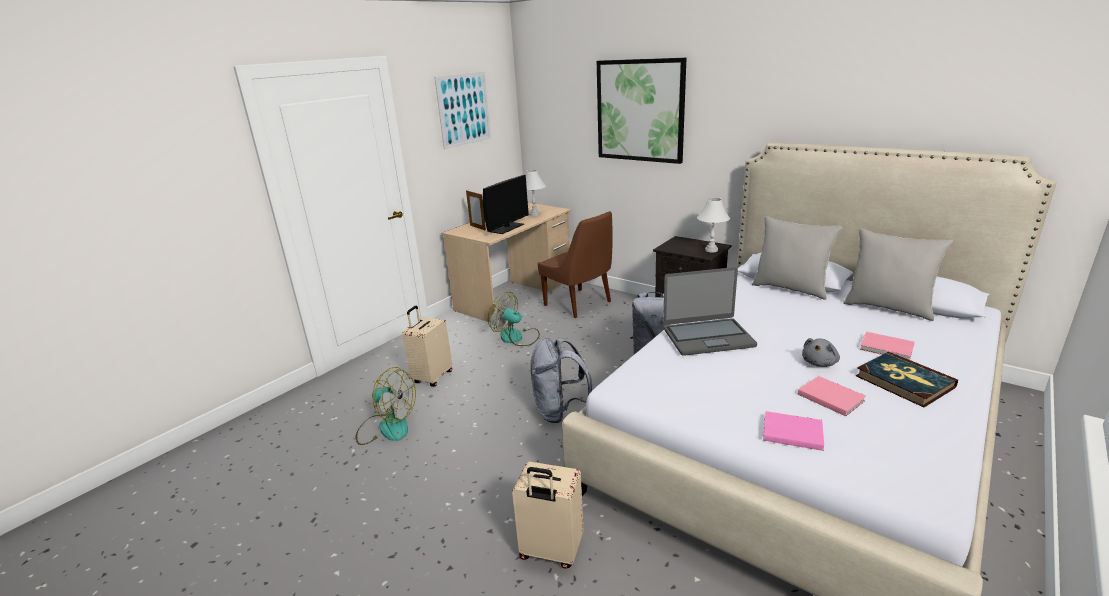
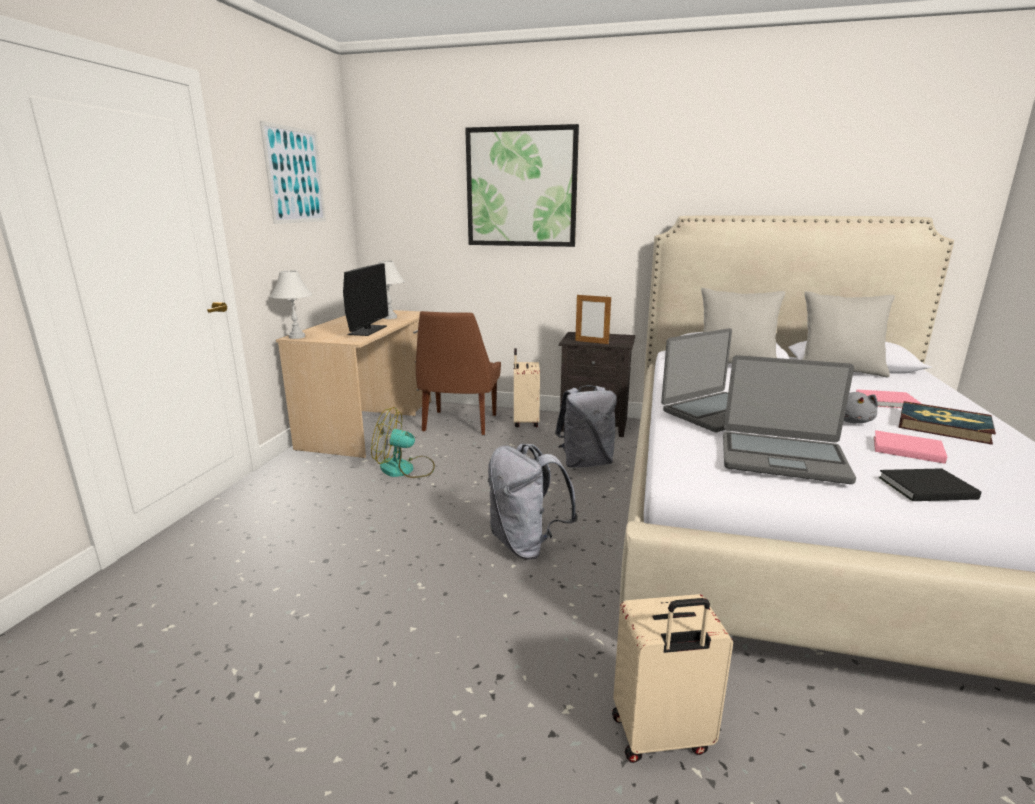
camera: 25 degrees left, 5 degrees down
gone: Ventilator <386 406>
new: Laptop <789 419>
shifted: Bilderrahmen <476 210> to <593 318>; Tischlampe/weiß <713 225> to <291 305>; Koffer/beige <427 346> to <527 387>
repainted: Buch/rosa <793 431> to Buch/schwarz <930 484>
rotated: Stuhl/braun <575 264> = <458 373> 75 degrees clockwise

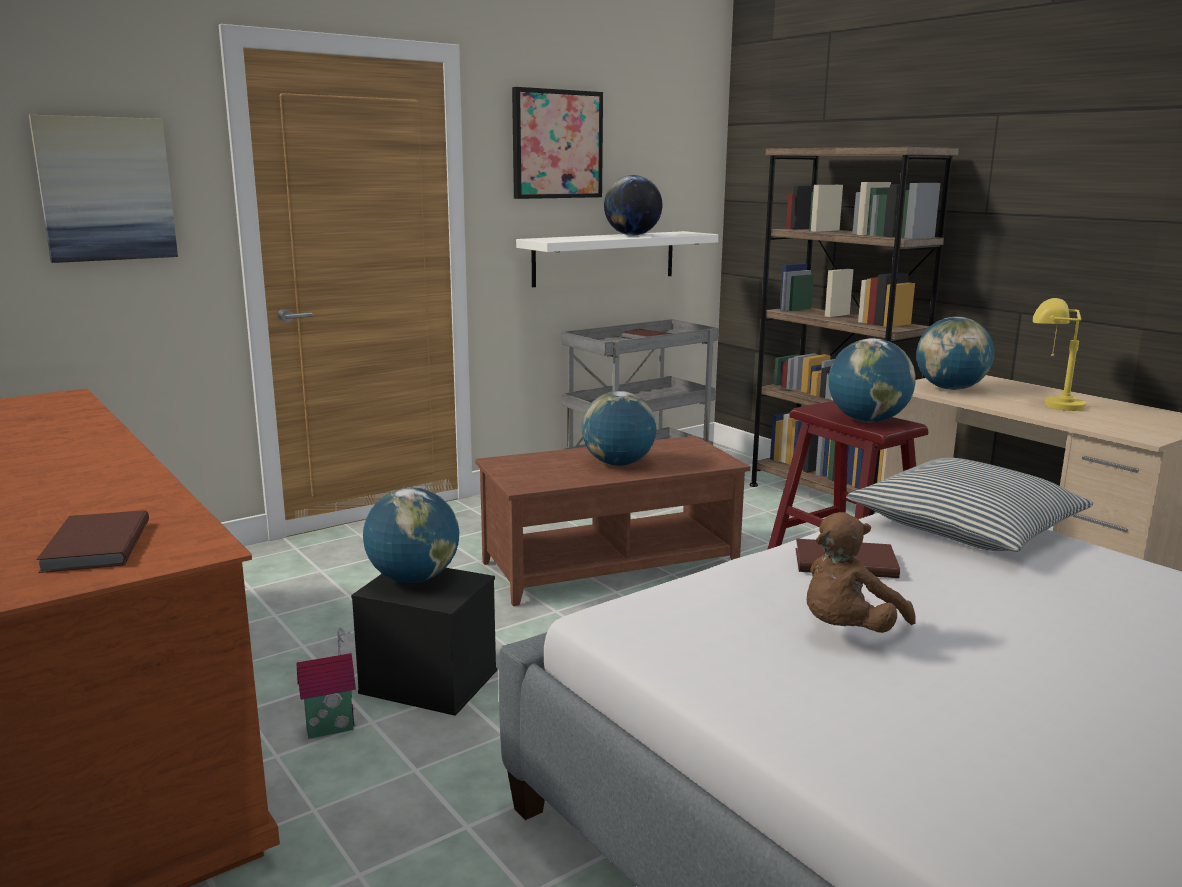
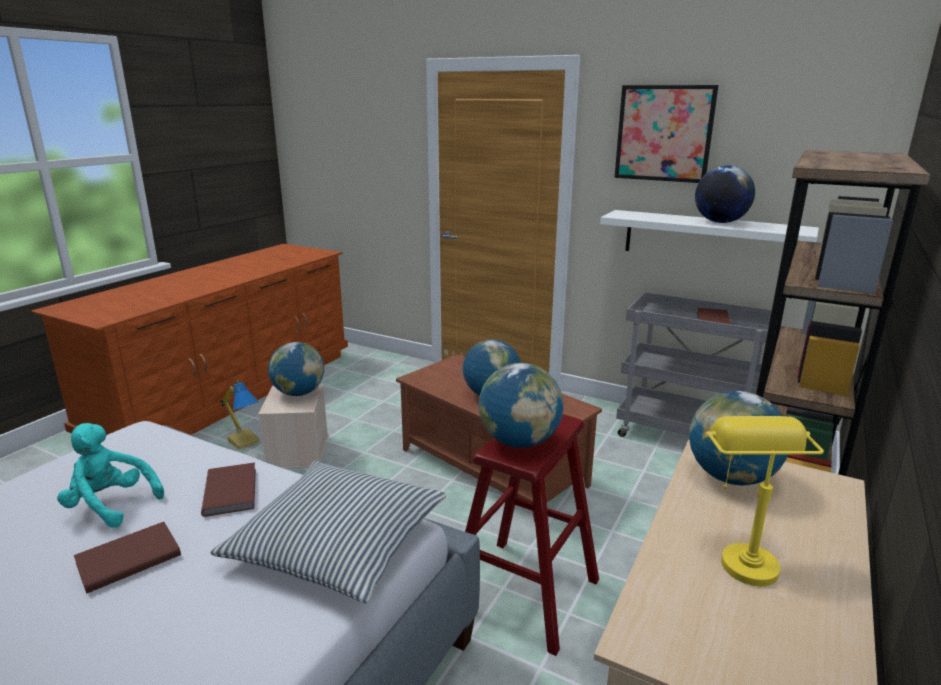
camera: 65 degrees right, 5 degrees up
gone: Bild <103 189>
shifted: Buch/braun <92 541> to <127 558>
swapped: Spielzeughaus <326 683> to Tischlampe <240 415>
repainted: Plüschtier/braun <861 572> to Plüschtier/türkis <110 475>; Aufbewahrungsbox/schwarz <424 642> to Aufbewahrungsbox/beige <293 426>

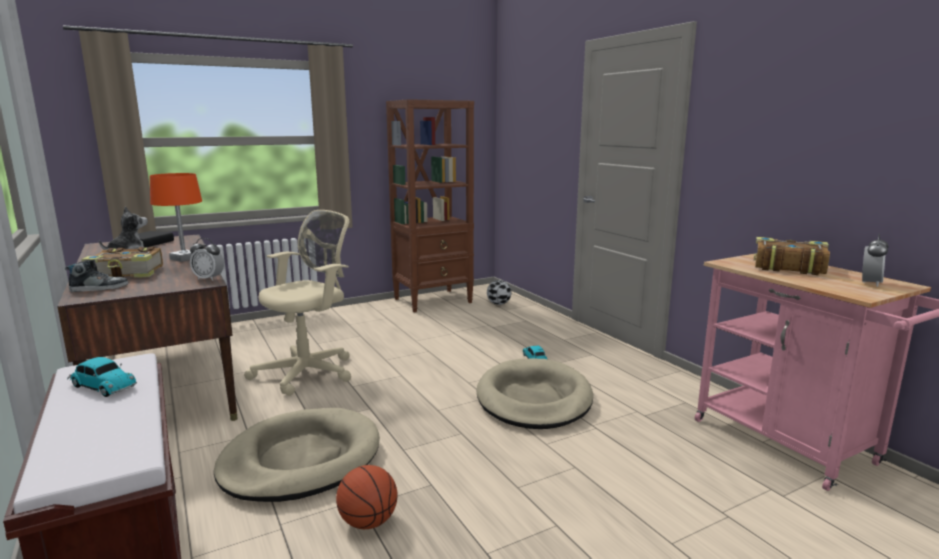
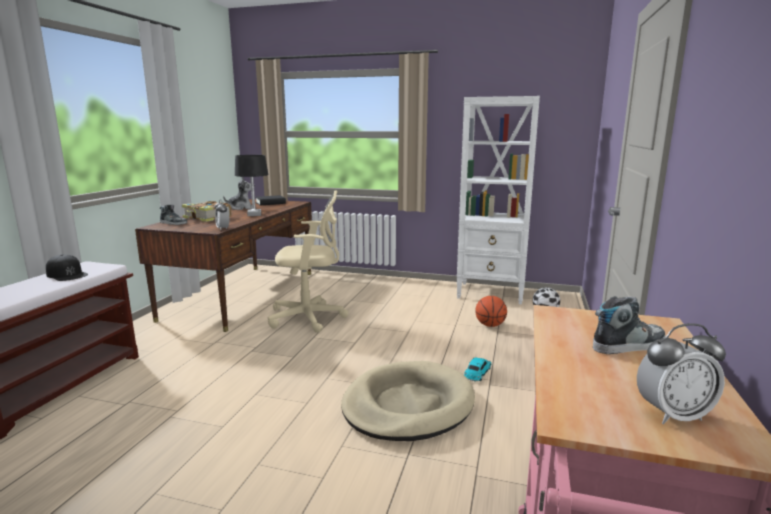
camera: 45 degrees right, 0 degrees up
gone: Hundebett/beige <297 455>
shifted: Basketball <367 497> to <491 311>
swapped: Buch <792 256> to Schuh <629 325>; Spielzeugauto <102 377> to Kappe/schwarz <67 268>
repainted: Bücherregal/braun <430 205> to Bücherregal/weiß <498 200>; Tischlampe/orange <176 217> to Tischlampe/schwarz <251 185>

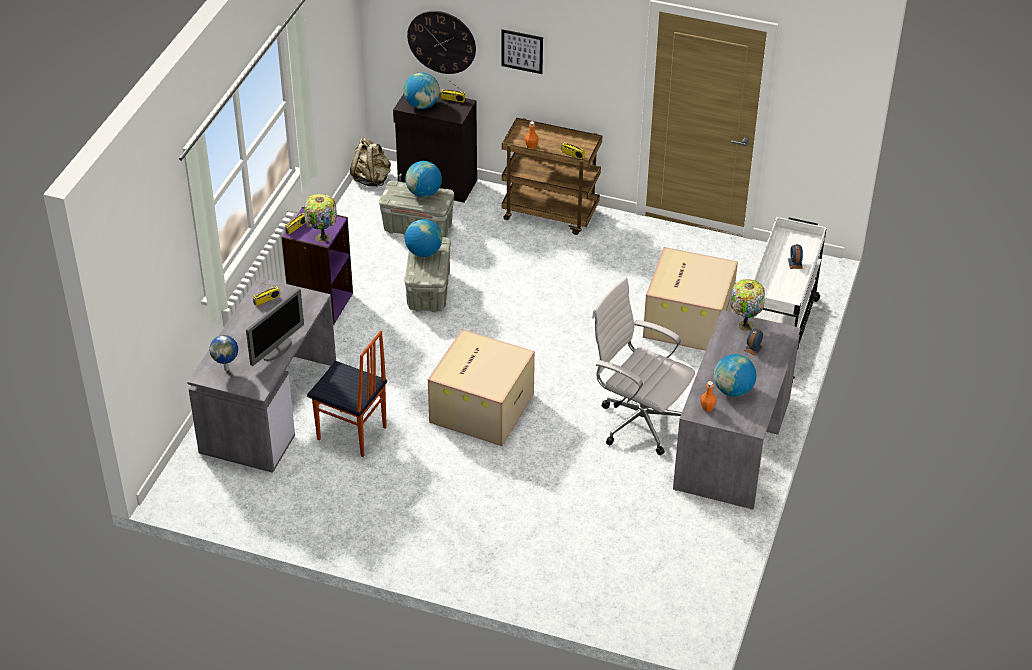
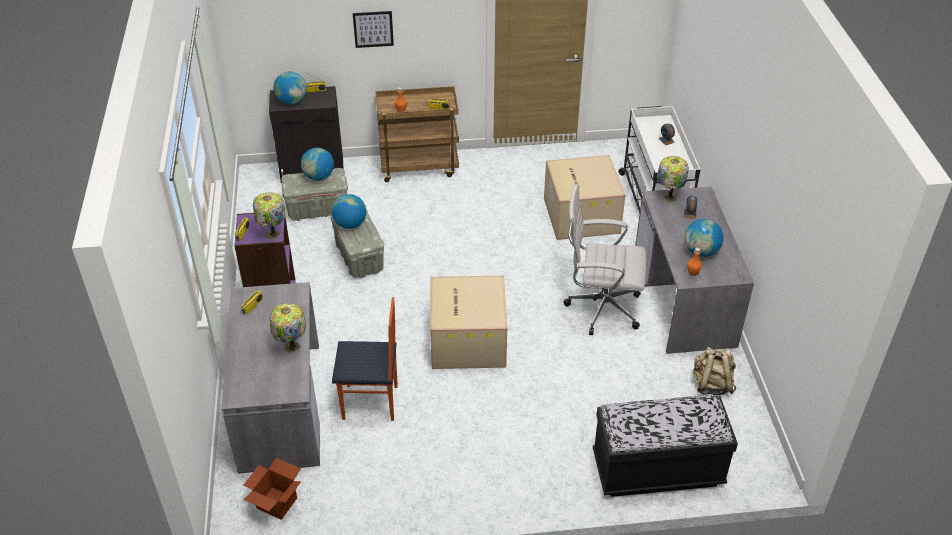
camera: 25 degrees left, 0 degrees up
gone: Wanduhr <441 42>; Globus <223 353>
new: Bank/schwarz <665 446>; Karton <272 489>
shifted: Rucksack/beige <370 162> to <714 370>
swapped: Monitor <275 327> to Tischlampe <288 328>

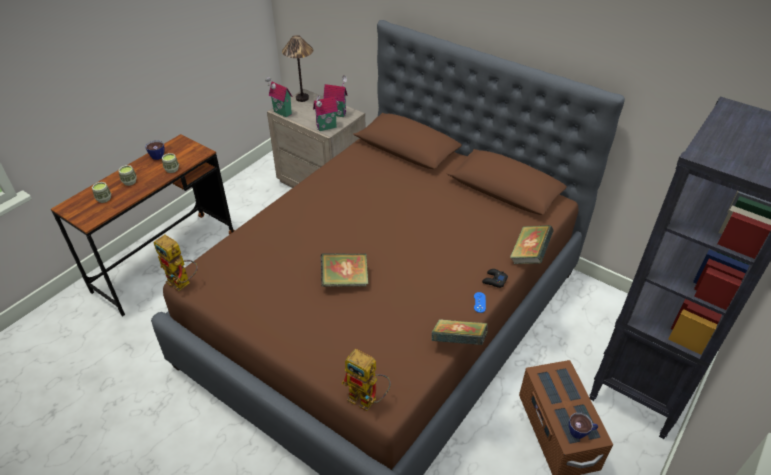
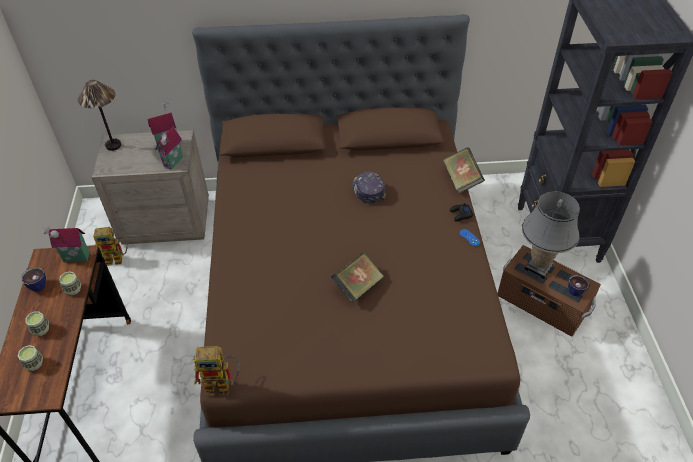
camera: 40 degrees left, 5 degrees up
gone: Buch <460 332>
new: Kappe <369 187>; Tischlampe/grau <551 235>
shifted: Spielzeughaus <279 97> to <66 244>; Spielzeugroboter <366 380> to <110 246>

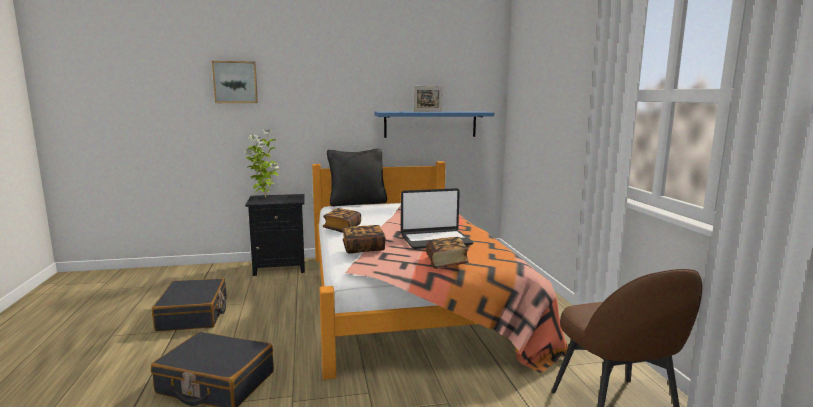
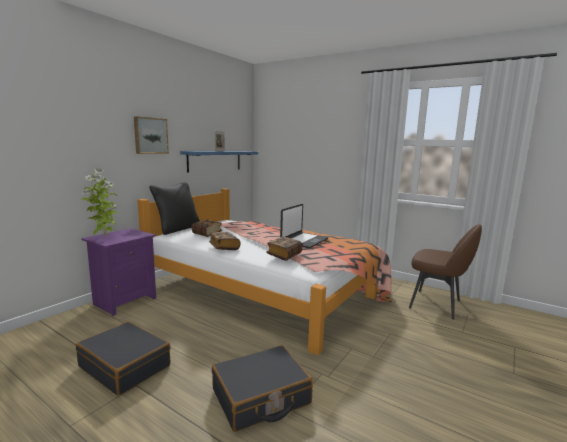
camera: 45 degrees left, 0 degrees up
shifted: Bild <235 82> to <151 135>; Buch <447 253> to <207 228>
repainted: Nachttisch/schwarz <275 235> to Nachttisch/lila <118 272>

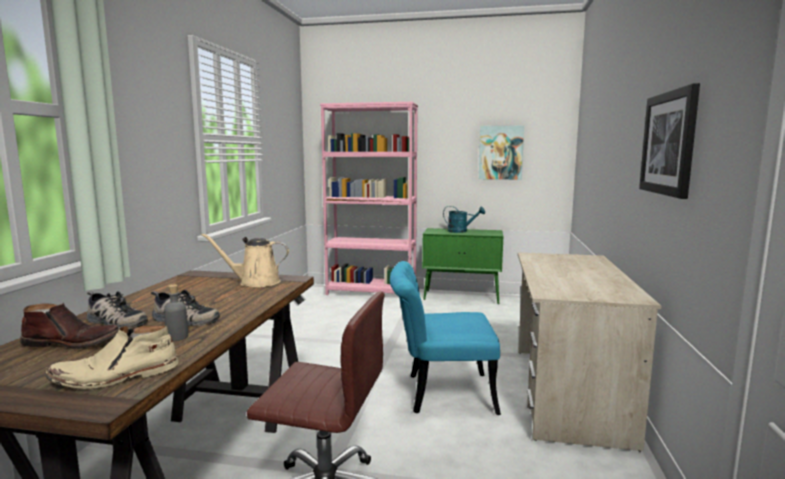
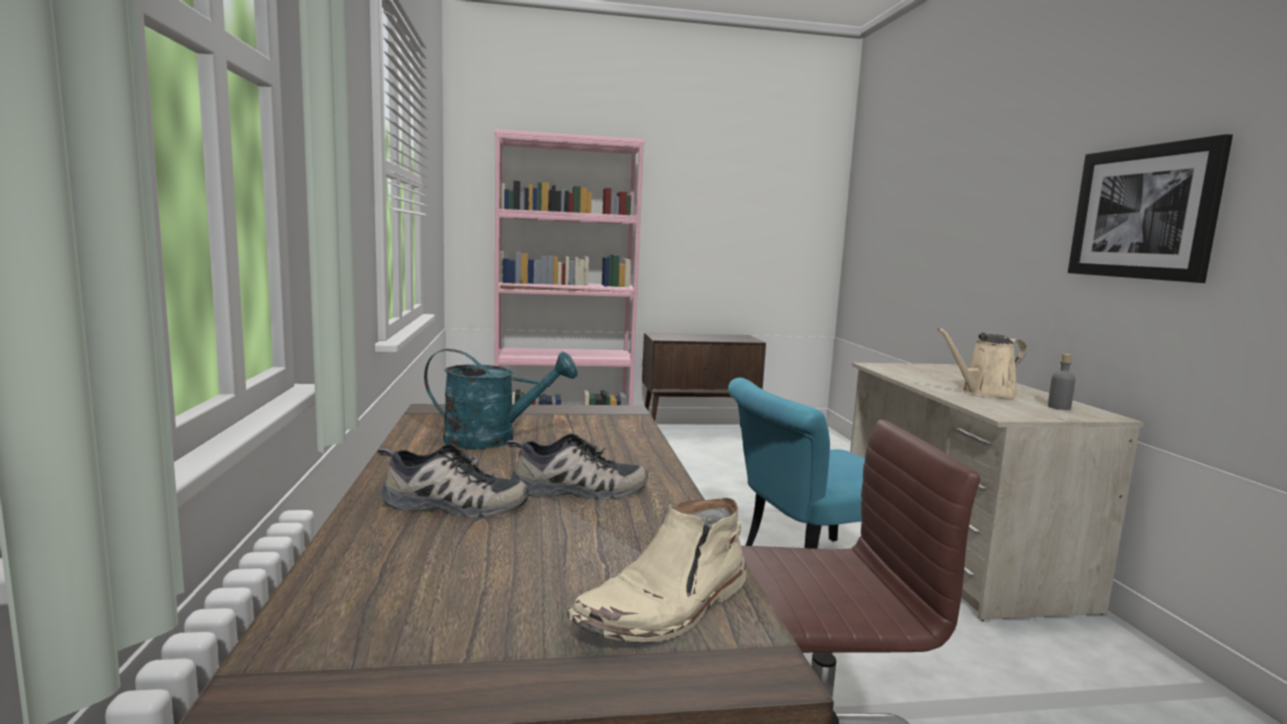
camera: 20 degrees left, 0 degrees up
gone: Bild <501 152>; Stiefel/braun <69 325>
shifted: Gießkanne/türkis <464 219> to <501 399>; Gießkanne/beige <245 260> to <982 363>; Flasche/grau <176 313> to <1061 382>
repainted: Schrank/grün <462 266> to Schrank/braun <704 379>

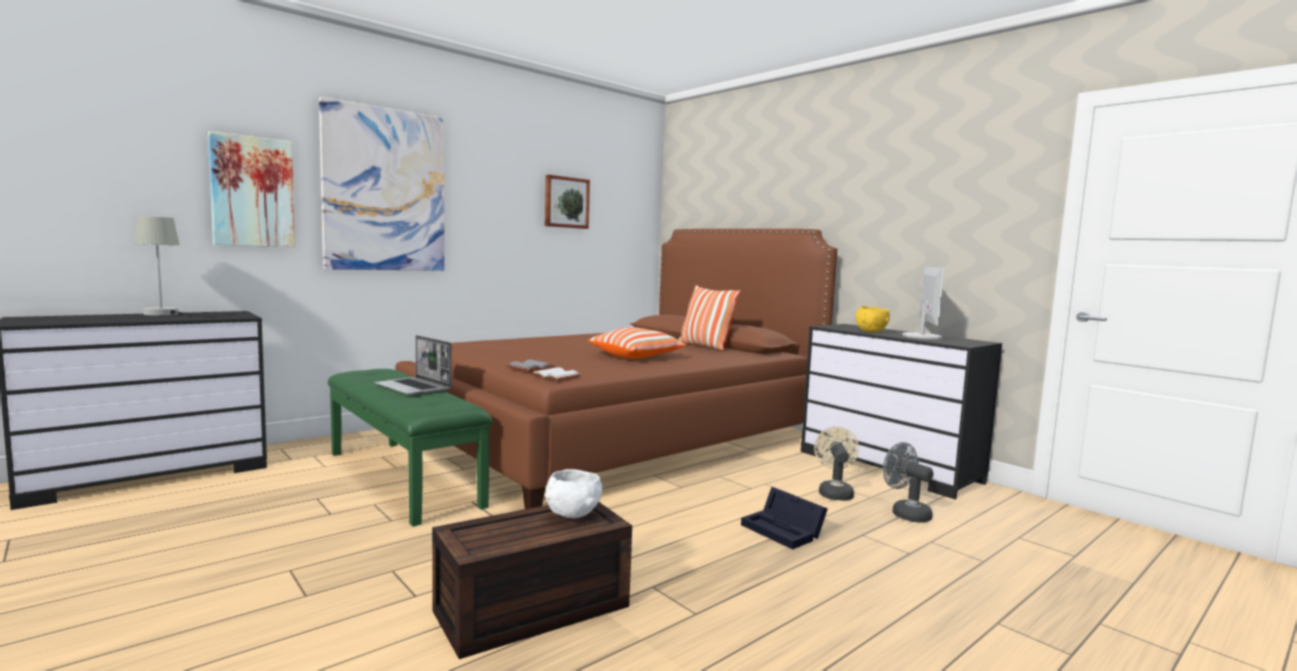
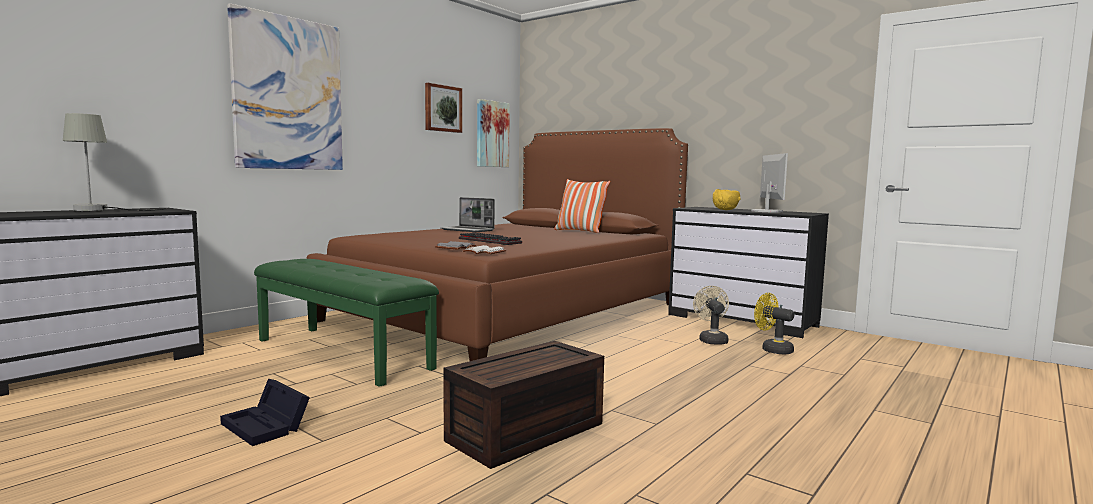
camera: 10 degrees left, 0 degrees up
gone: Kissen <637 343>; Schüssel/weiß <574 493>
new: Tastatur <490 238>
shifted: Bild <251 189> to <493 133>; Laptop <413 365> to <468 214>; Aufbewahrungsbox/schwarz <784 518> to <265 412>
repainted: Ventilator/grau <908 482> to Ventilator/gelb <774 324>

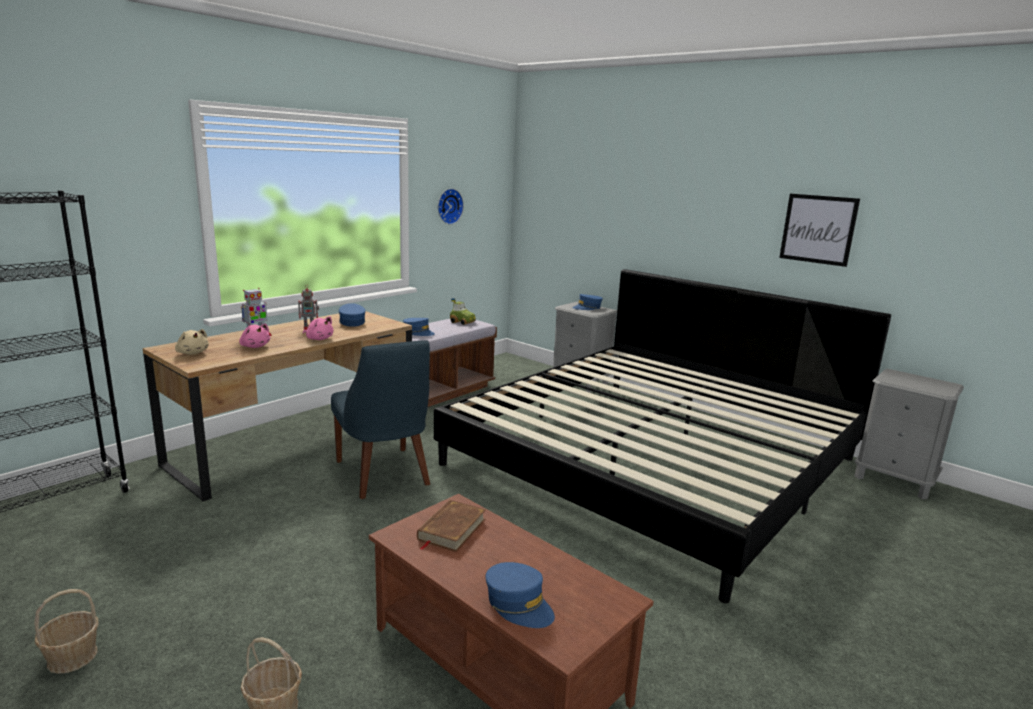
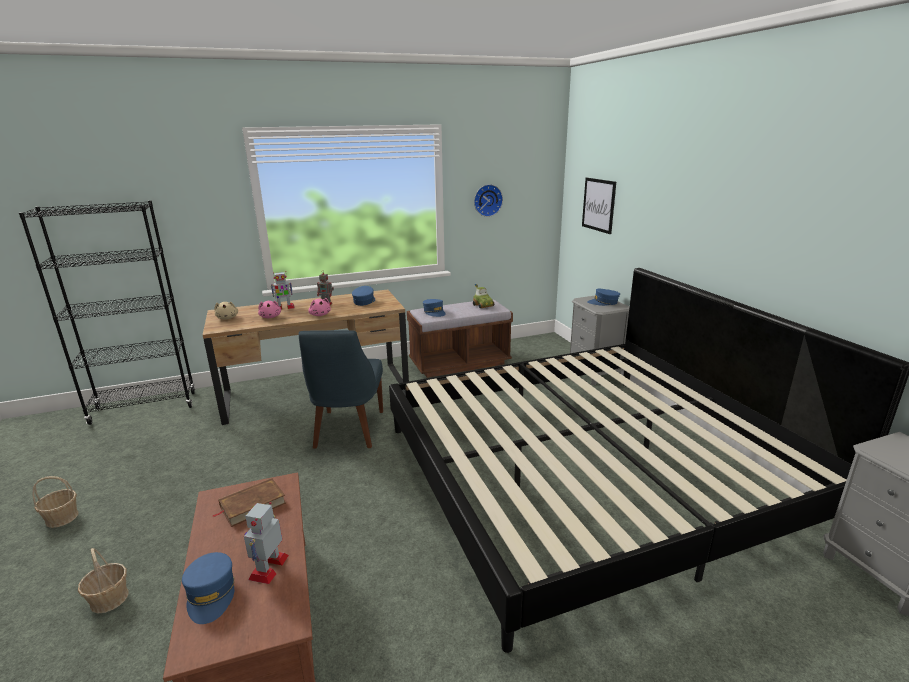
camera: 30 degrees right, 5 degrees up
new: Spielzeugroboter <266 543>
shifted: Bild <819 230> to <599 206>

